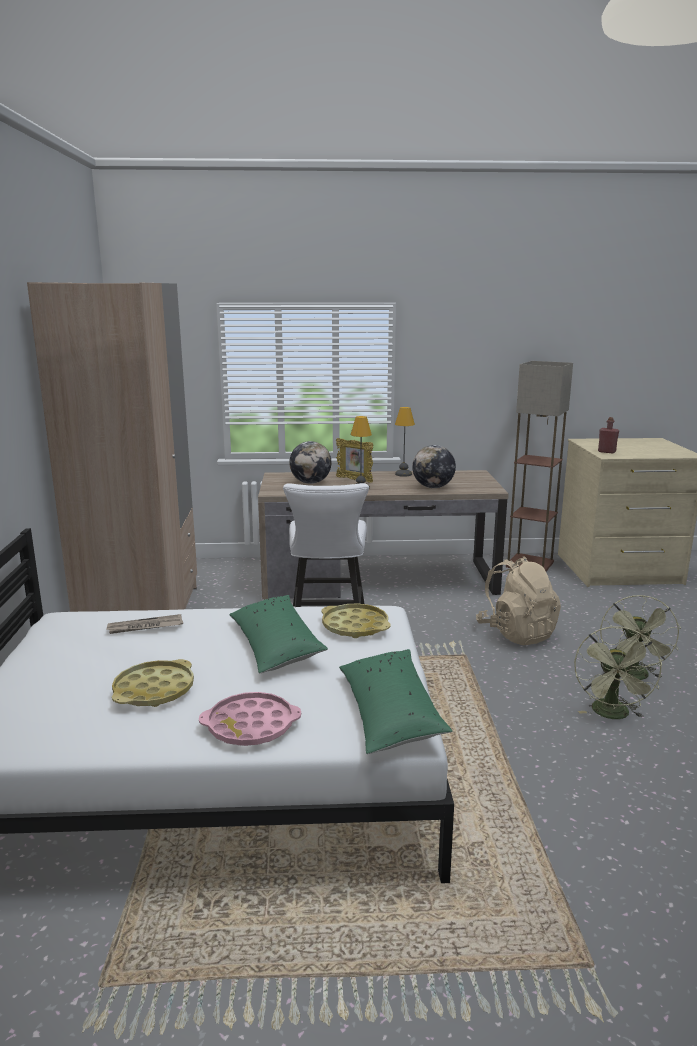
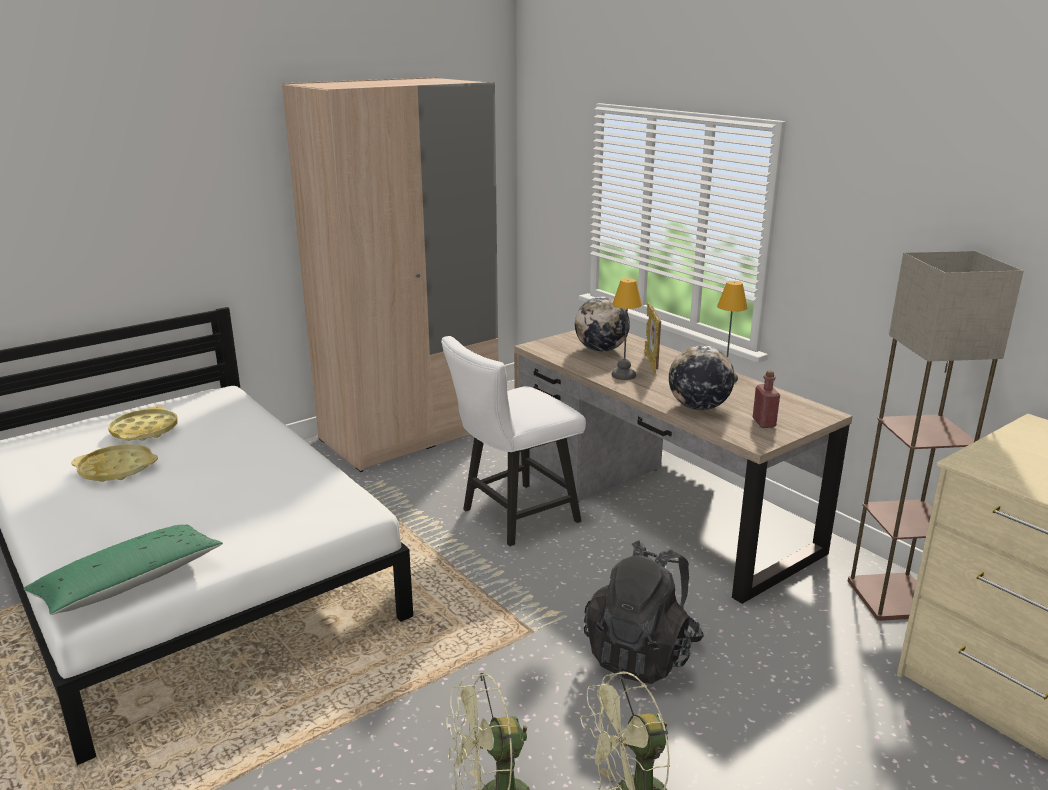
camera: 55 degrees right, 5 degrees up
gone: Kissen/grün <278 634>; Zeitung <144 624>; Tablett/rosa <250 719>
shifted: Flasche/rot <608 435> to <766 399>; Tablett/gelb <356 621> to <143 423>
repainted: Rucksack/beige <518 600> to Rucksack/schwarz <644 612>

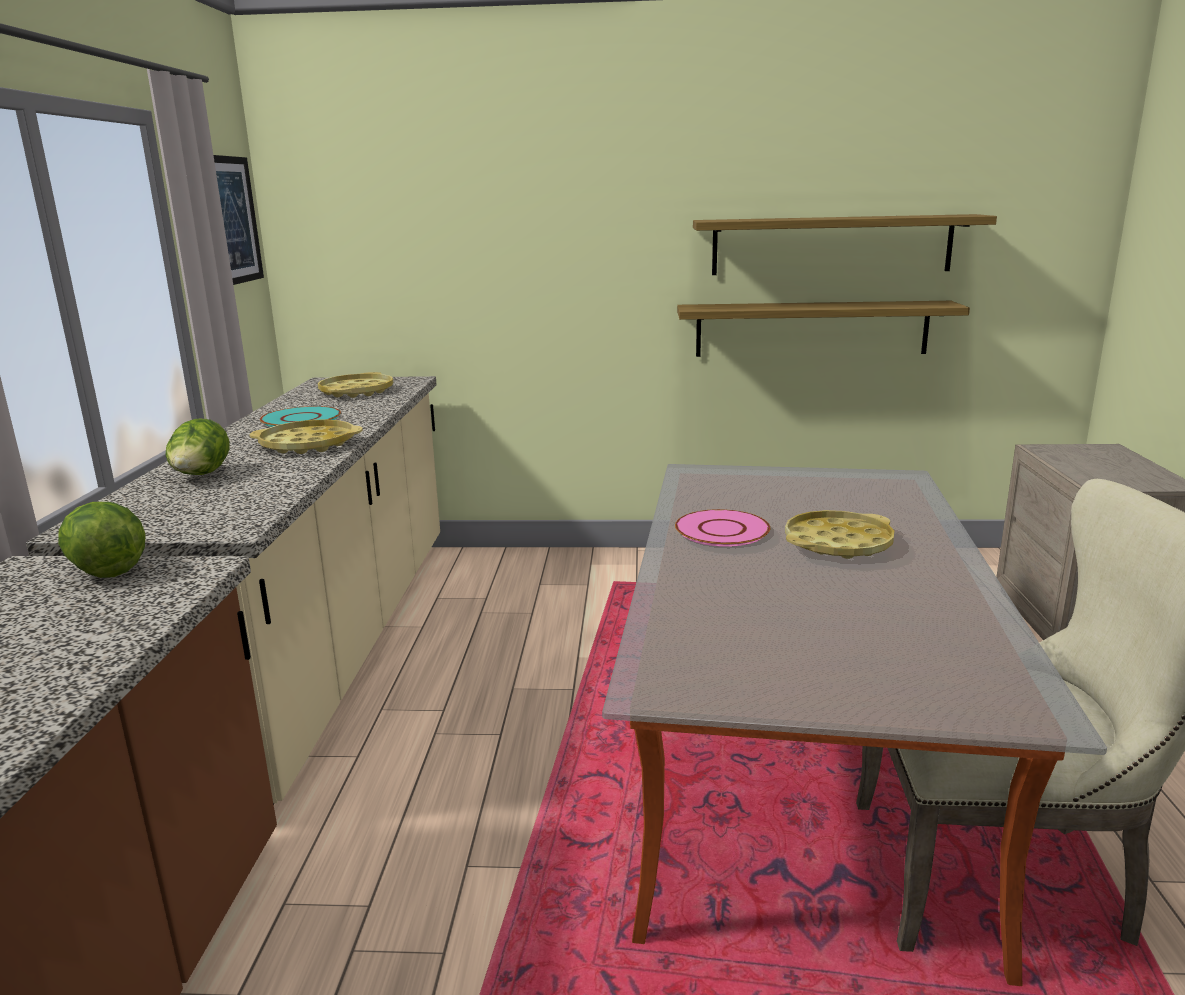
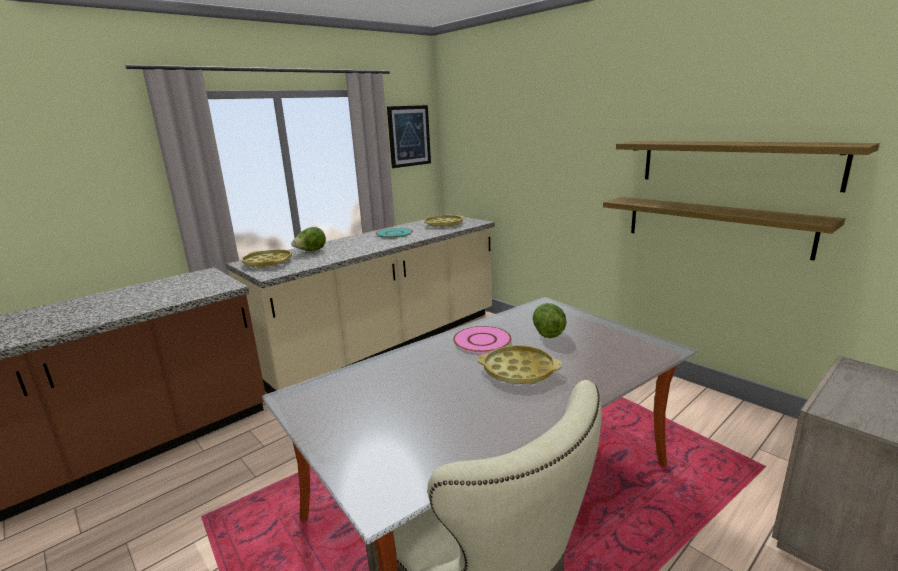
camera: 45 degrees right, 0 degrees up
shifted: Tablett/gelb <306 436> to <267 259>; Salatkopf <102 540> to <550 320>

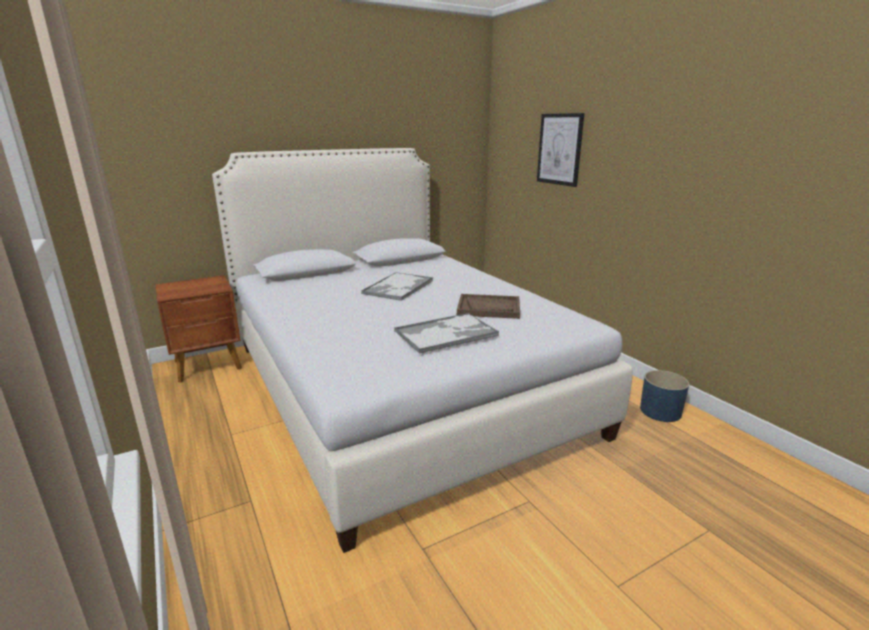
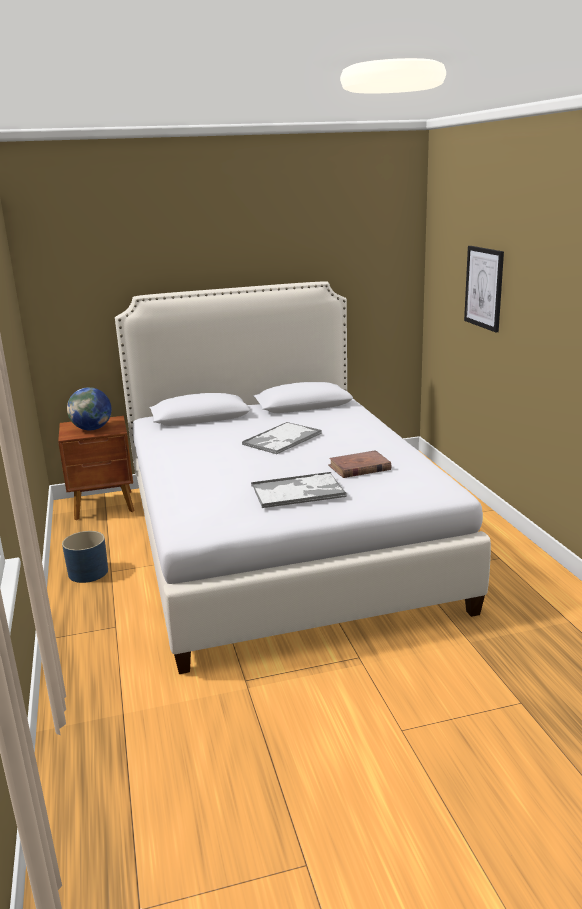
camera: 15 degrees right, 0 degrees up
new: Globus <89 408>
shifted: Pflanzkübel/blau <664 396> to <85 557>
swapped: Tablett/braun <488 306> to Buch/braun <360 464>

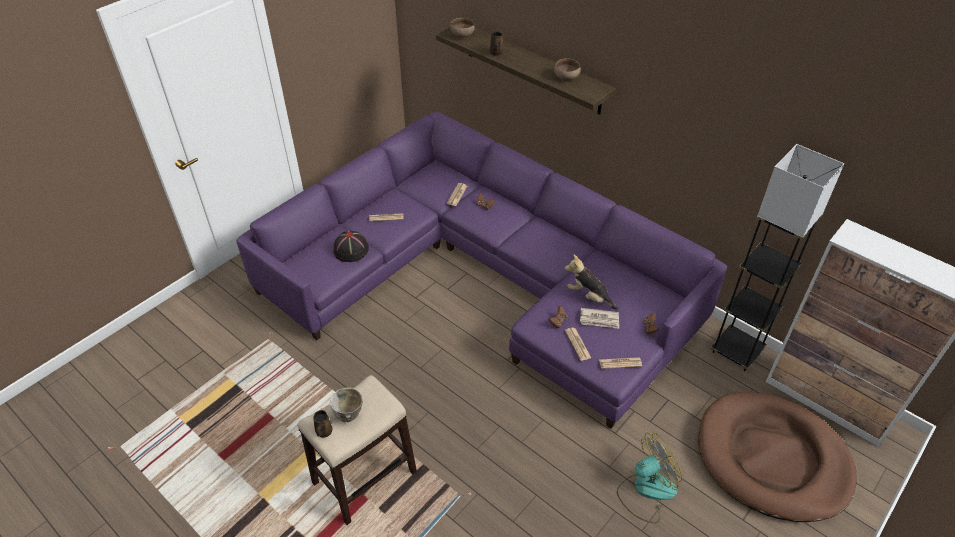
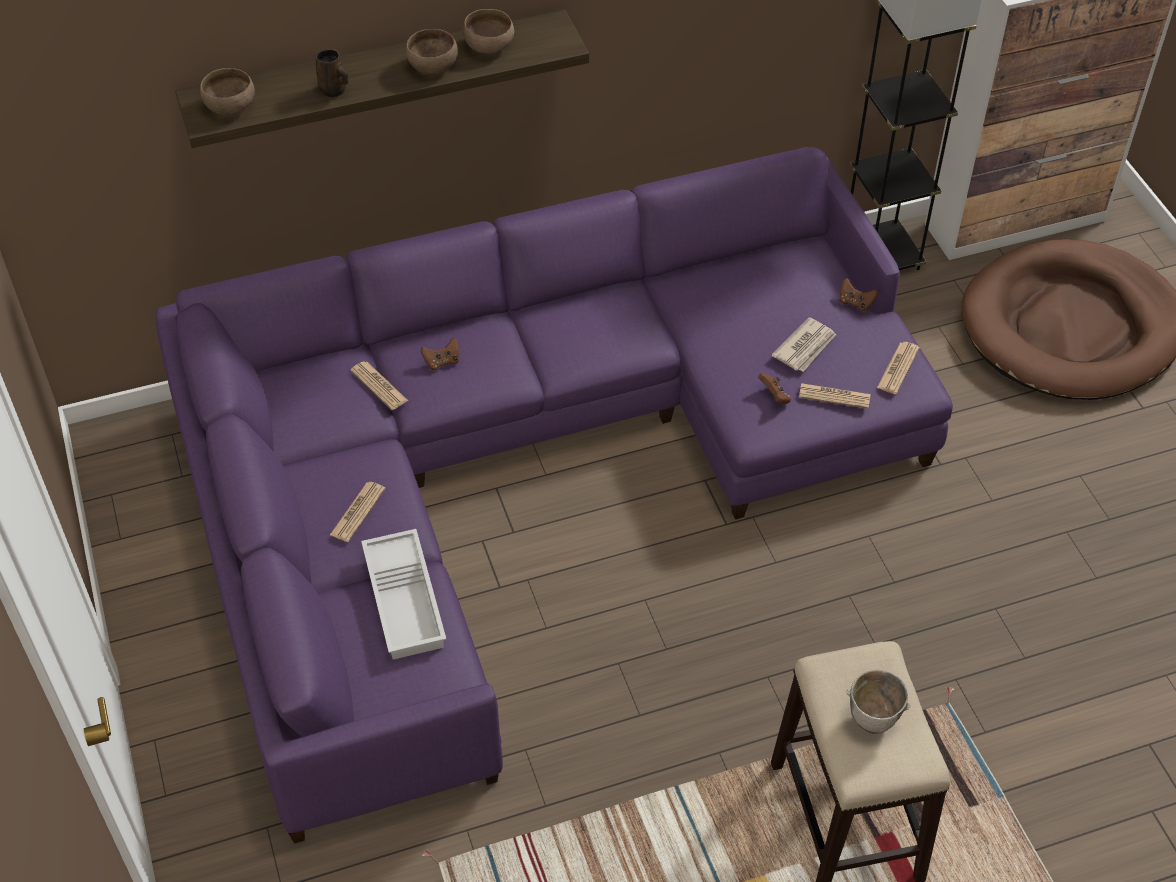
camera: 60 degrees left, 5 degrees up
gone: Plüschtier <592 282>; Henkelbecher/braun <323 424>; Ventilator <649 478>
new: Schüssel/braun <432 51>
swapped: Hut/schwarz <351 246> to Tablett/weiß <403 594>

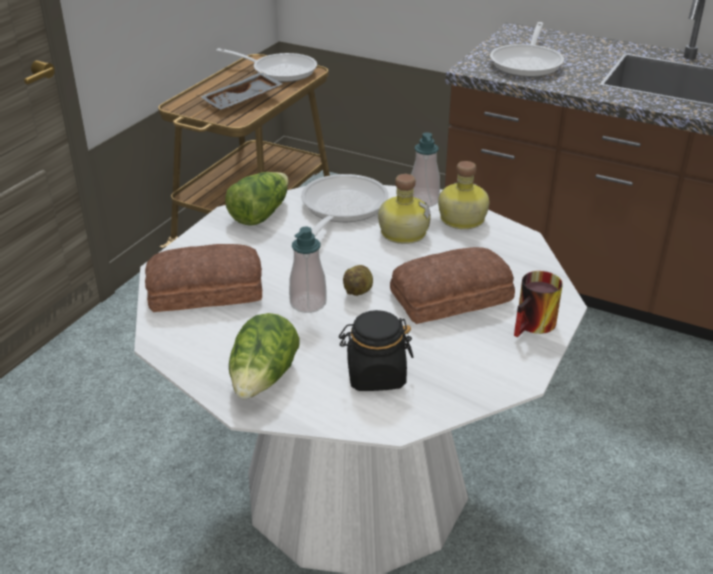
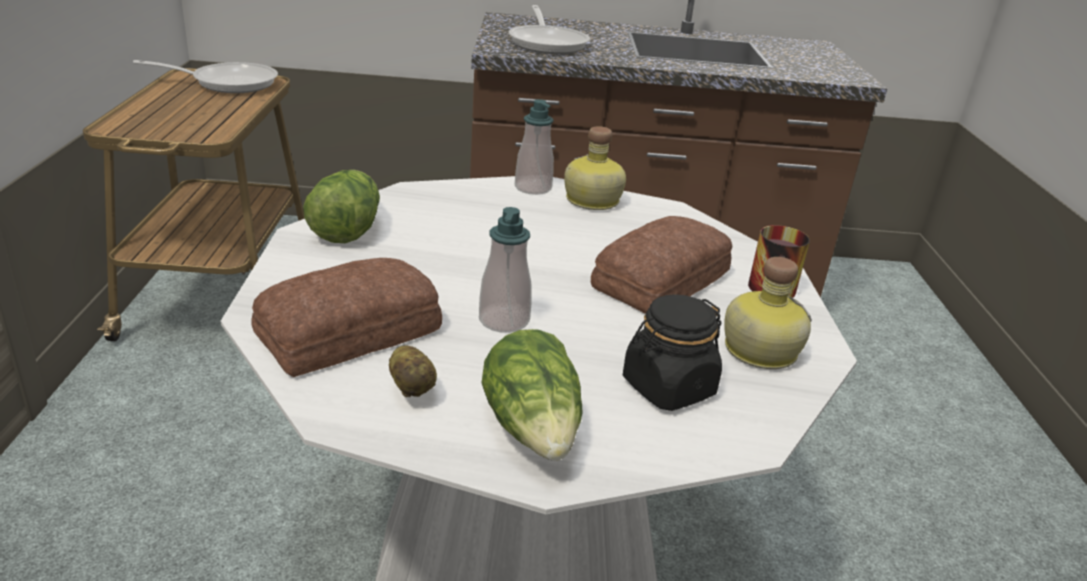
camera: 30 degrees left, 5 degrees down
gone: Tablett/grau <242 91>; Pfanne <345 205>
shifted: Flasche <404 209> to <768 313>; Kartoffel <358 280> to <413 371>

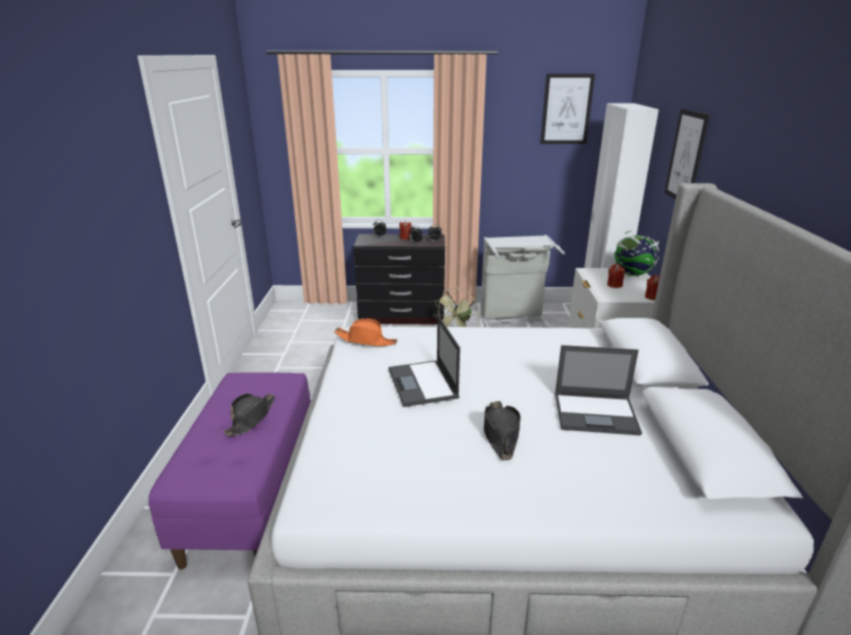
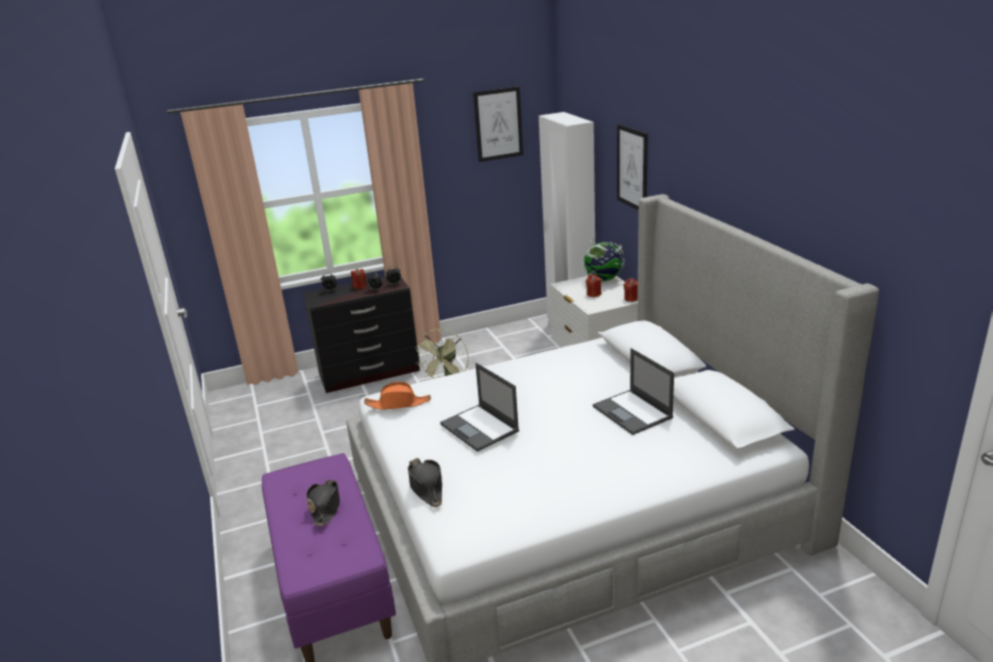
camera: 20 degrees left, 0 degrees up
gone: Wäschekorb/grau <522 281>
shifted: Hut/schwarz <502 430> to <425 482>
rotated: Laptop <598 390> = <633 391> 75 degrees clockwise

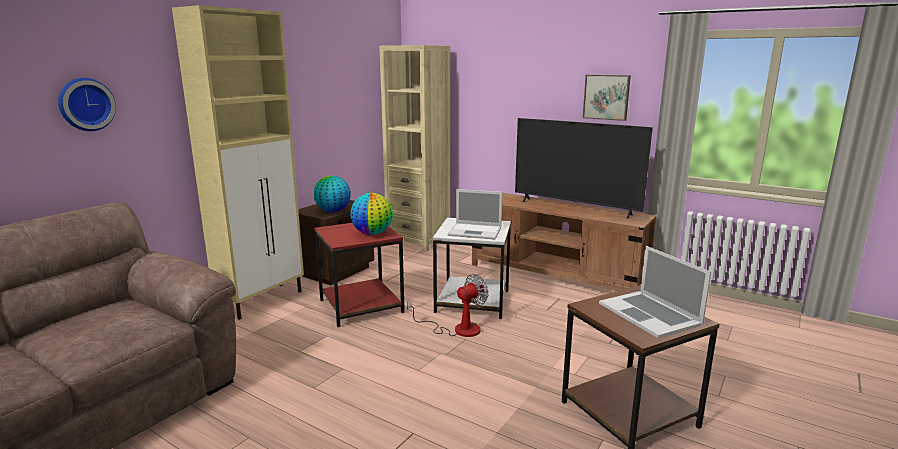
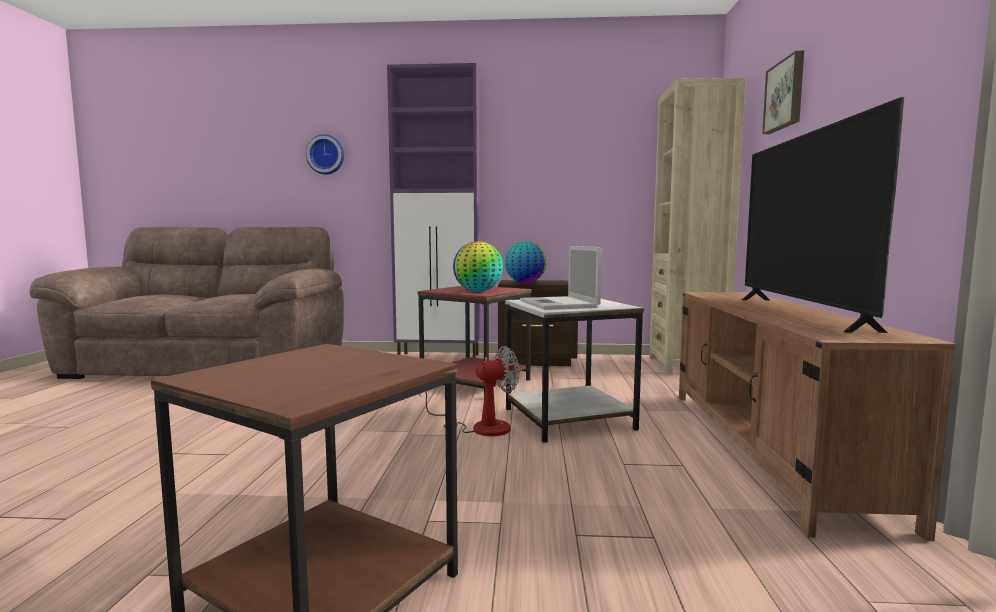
camera: 60 degrees right, 10 degrees down
gone: Laptop <655 292>
shifted: Bild <607 98> to <783 92>
repainted: Schrank/beige <238 162> to Schrank/lila <434 210>
rotated: Ventilator <447 305> = <469 391> 45 degrees counterclockwise

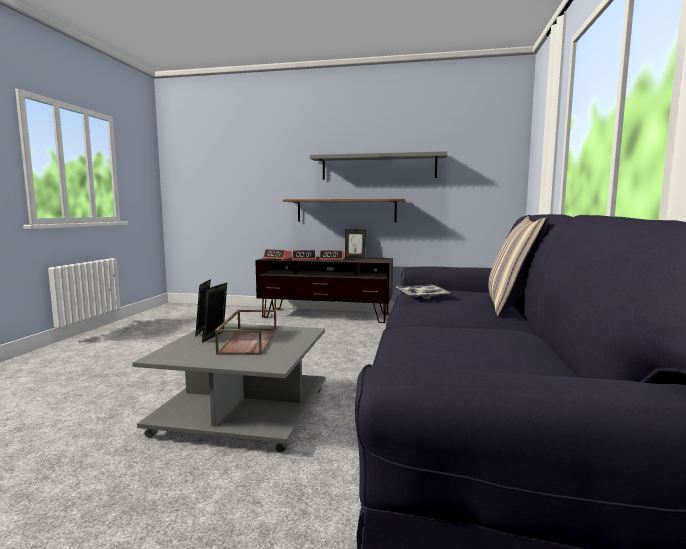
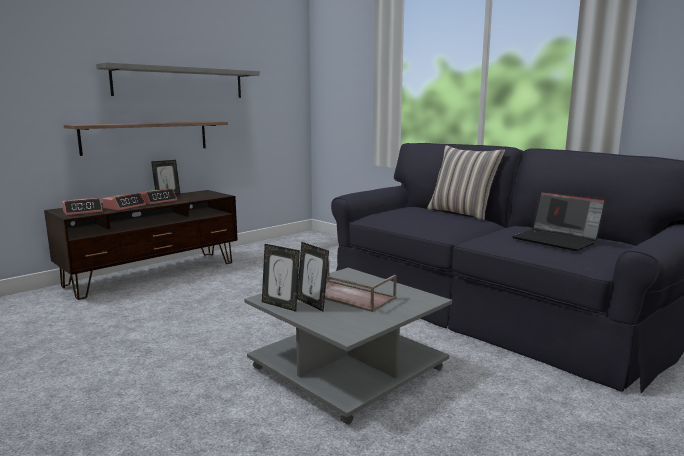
camera: 55 degrees left, 5 degrees up
gone: Tablett <423 291>
new: Laptop <559 221>

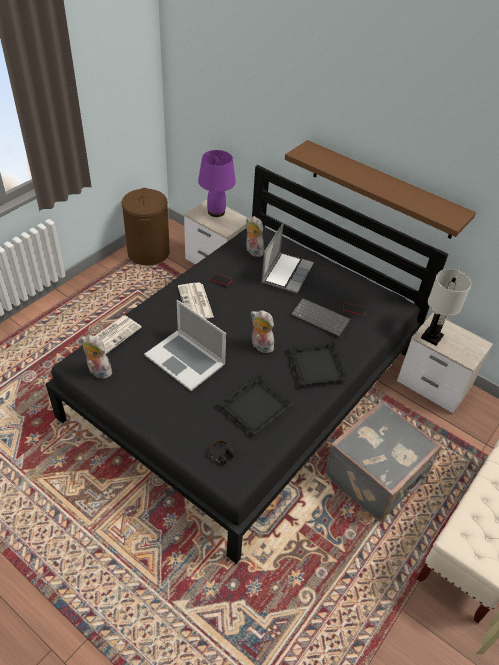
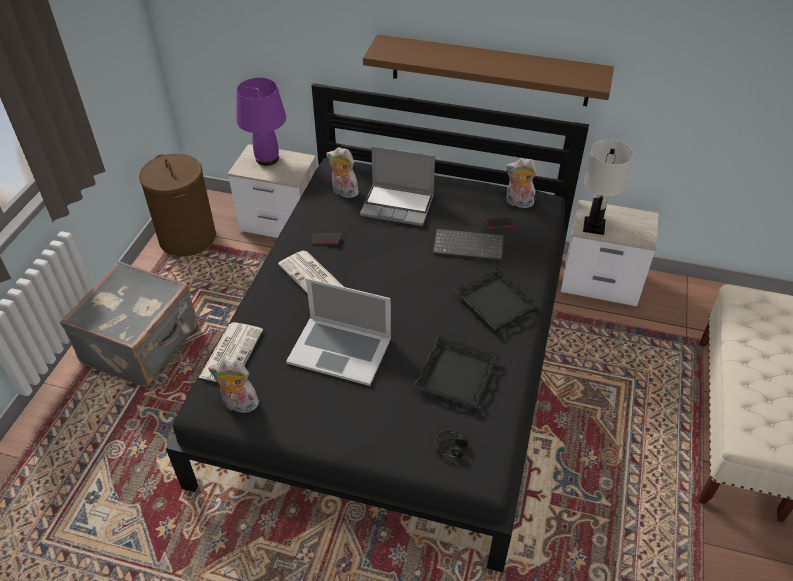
camera: 20 degrees left, 0 degrees up
shifted: Plüschtier <262 331> to <521 183>; Koffer/grau <383 461> to <129 324>
rotated: Laptop <287 258> = <397 186> 105 degrees clockwise

